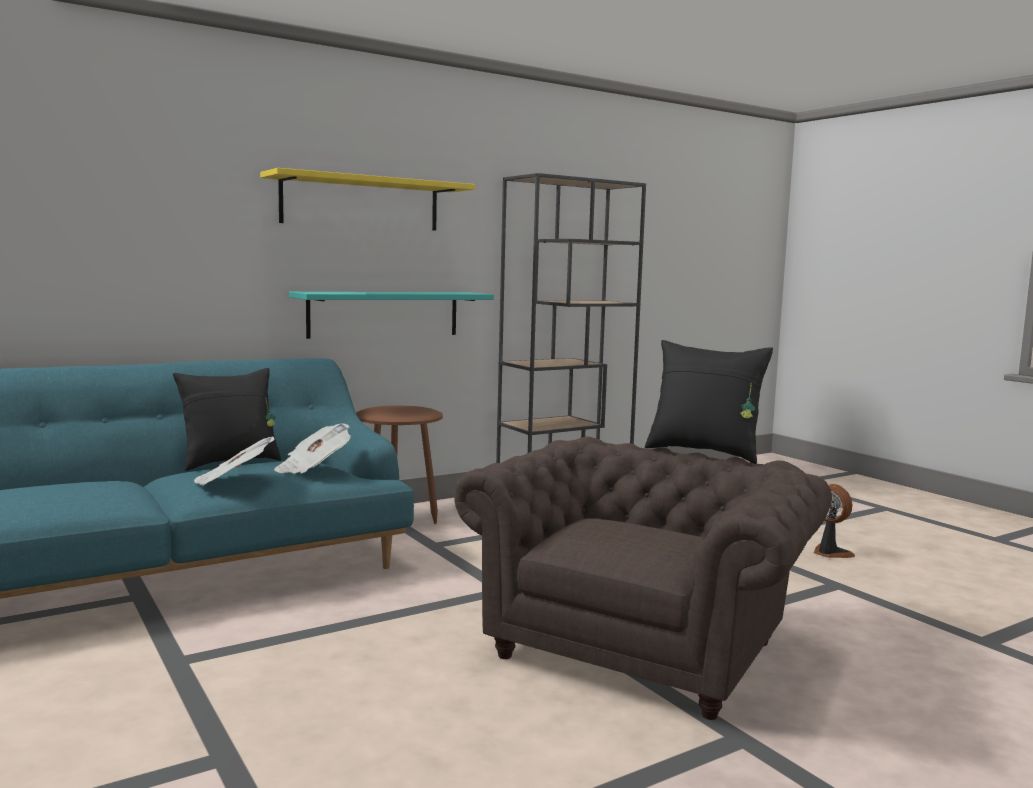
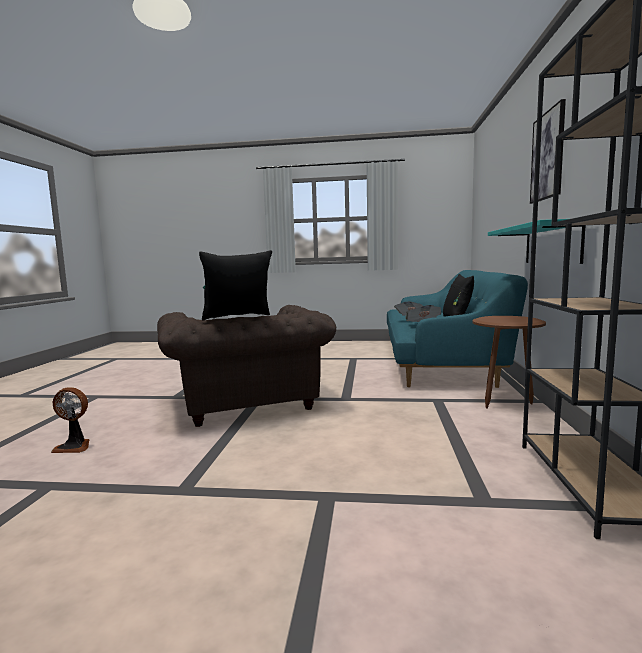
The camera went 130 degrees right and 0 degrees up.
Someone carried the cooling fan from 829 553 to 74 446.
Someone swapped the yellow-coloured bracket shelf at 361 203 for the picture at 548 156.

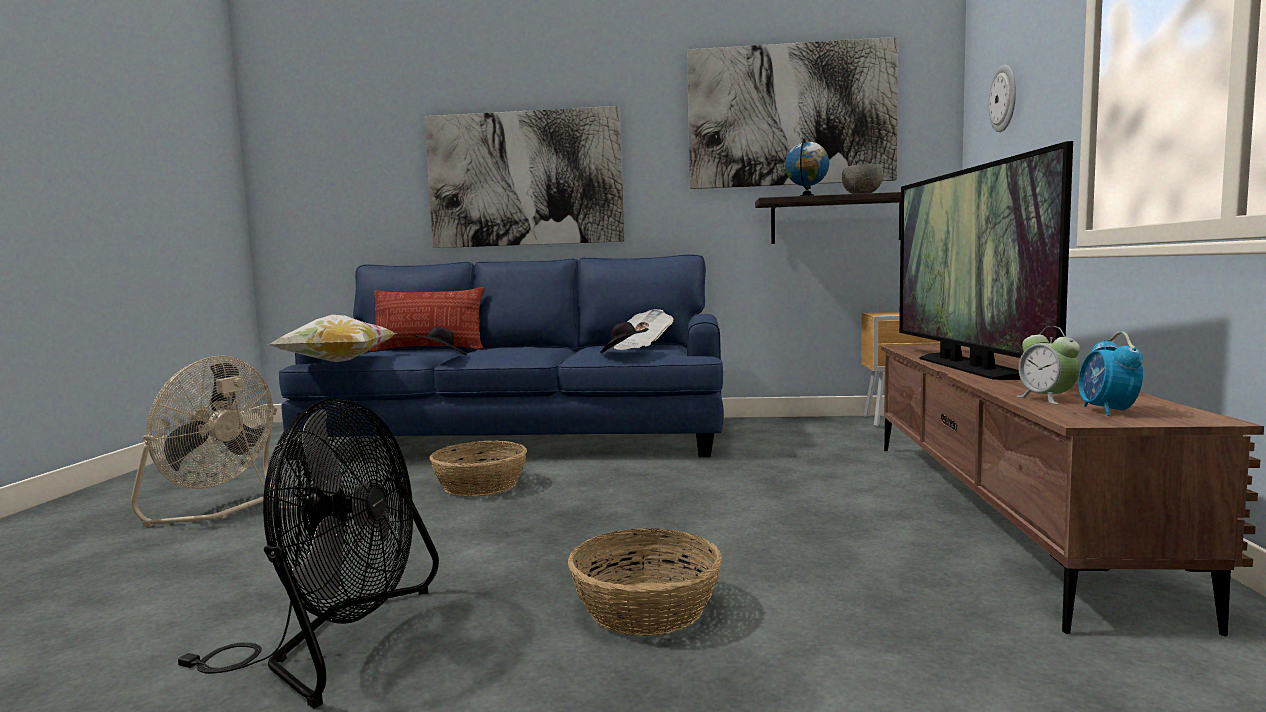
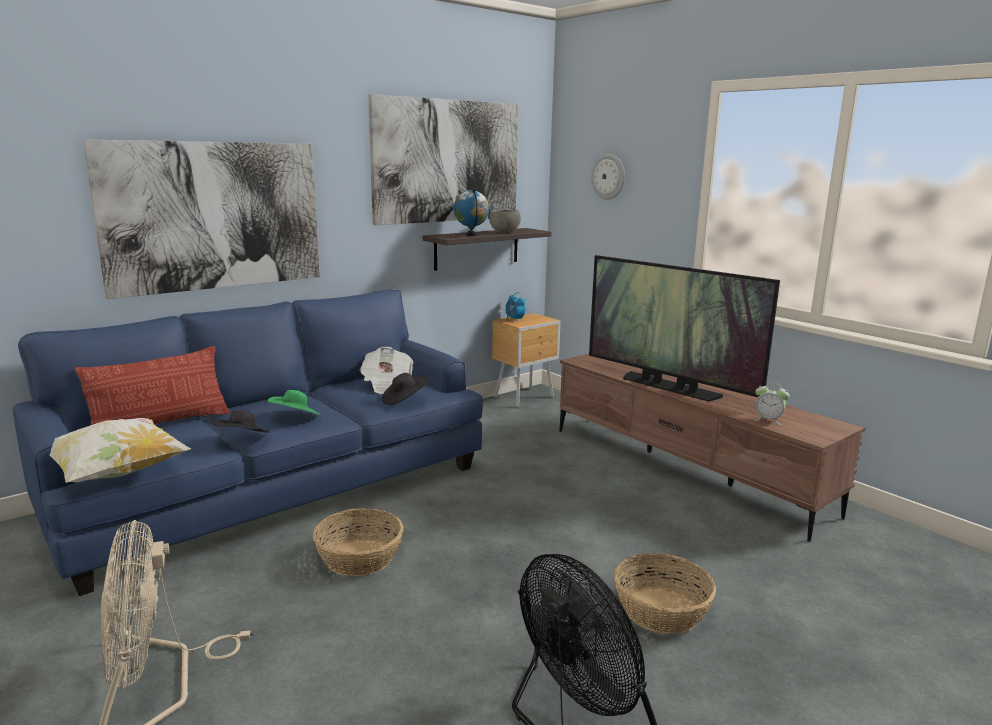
The camera went 45 degrees left and 10 degrees up.
Someone put down the greenish wearable hat at 295 418.
Someone carried the alarm clock from 1107 411 to 515 319.

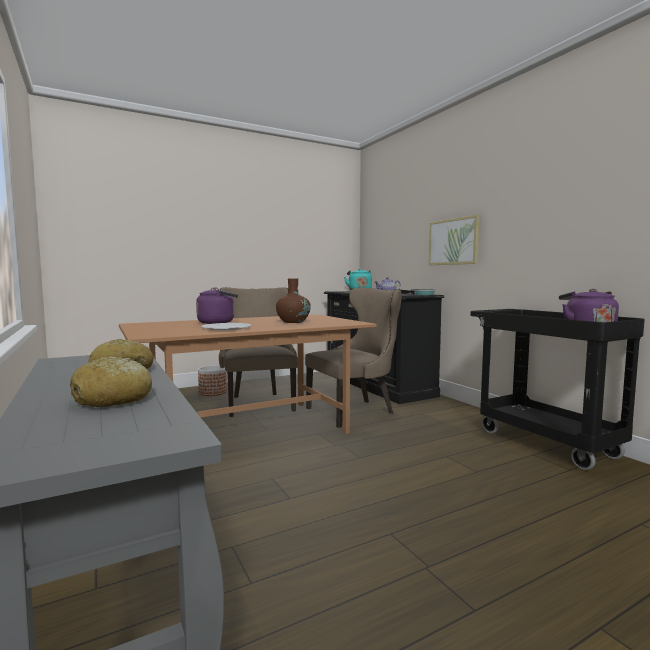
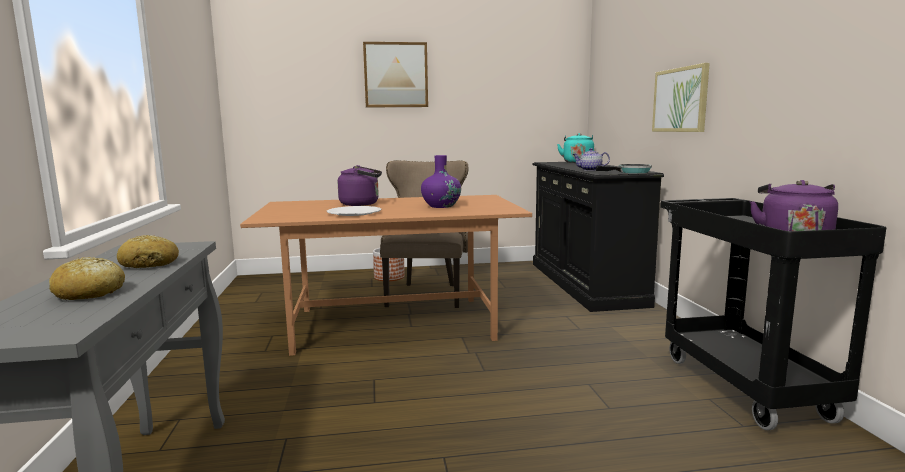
The camera went 20 degrees right and 5 degrees up.
Someone put up the picture at 396 75.
Someone repainted the brown-coloured vase at 293 322, which became the purplish vase at 441 206.
Someone took away the beige-coloured plain chair at 354 411.

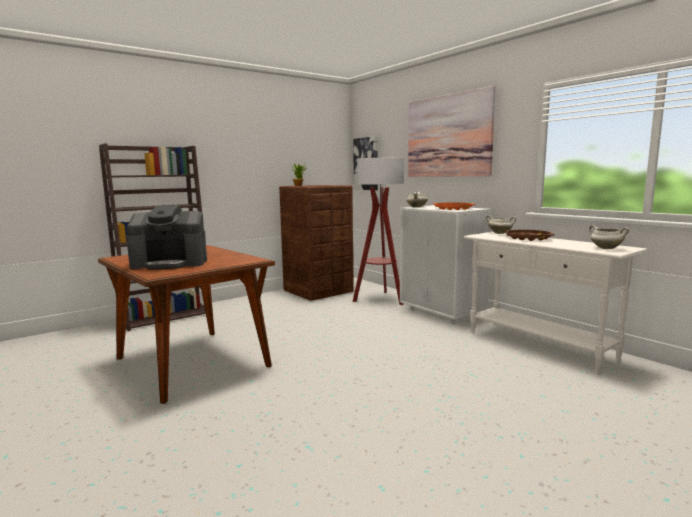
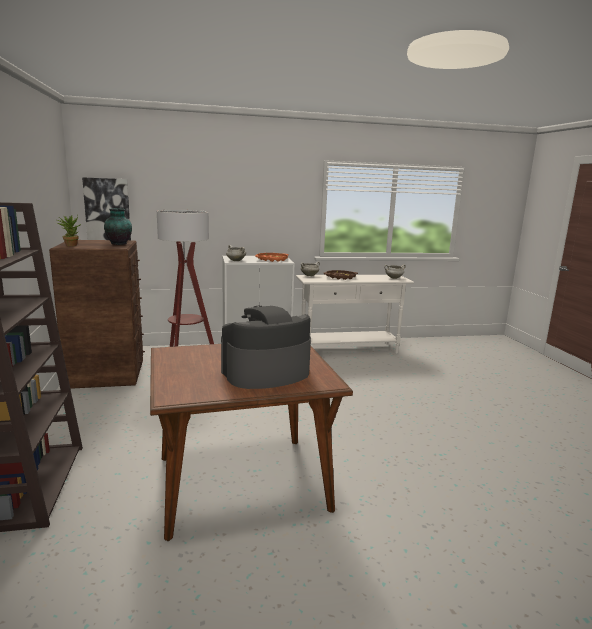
The camera went 65 degrees left and 5 degrees up.
Someone put down the vase at 119 244.
Someone rotated the coffee maker at 170 263 by 135 degrees counterclockwise.
Someone took away the picture at 448 136.

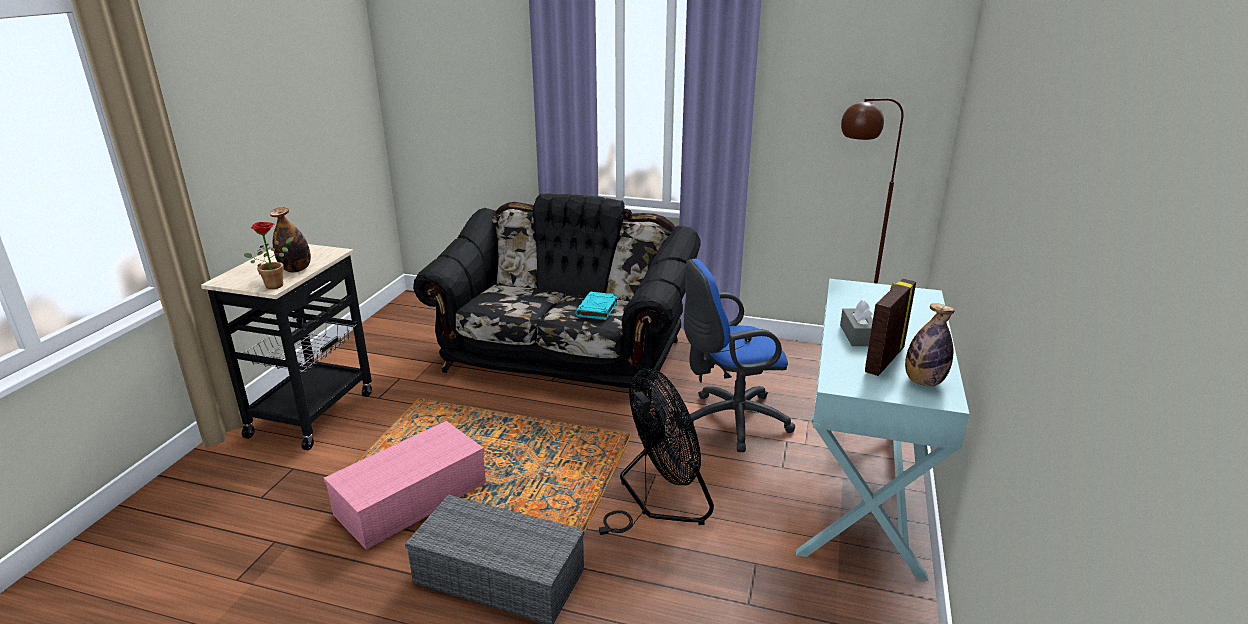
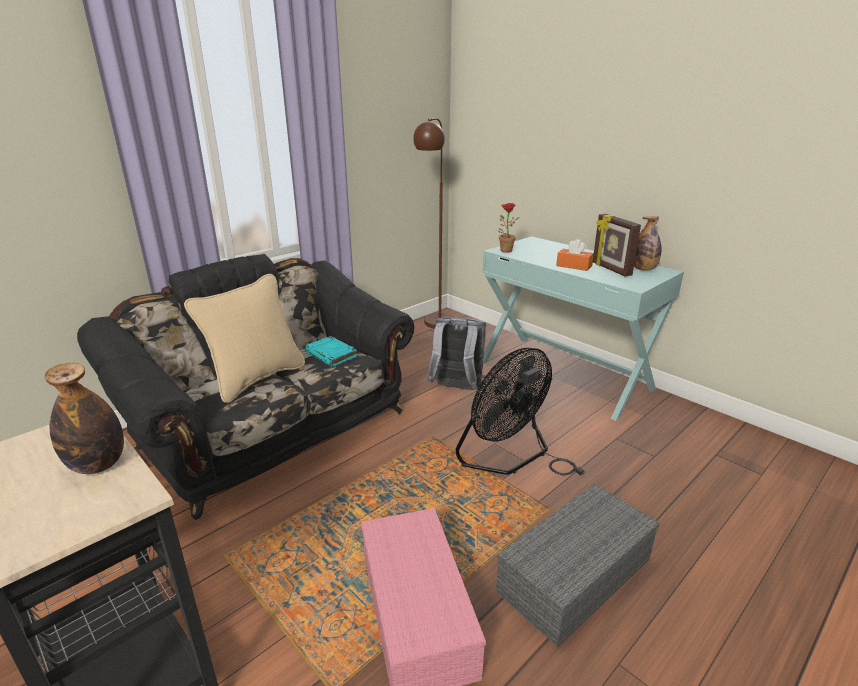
The camera went 60 degrees left and 0 degrees up.
Someone put down the beige-coloured pillow at 256 378.
Someone swapped the bluish desk chair at 729 421 for the grey knapsack at 456 389.
Someone rotated the black cooling fan at 652 495 by 45 degrees counterclockwise.
Someone carried the plant in a pot from 277 284 to 504 250.
Someone repainted the grey tissue holder at 857 335, which became the orange tissue holder at 574 266.

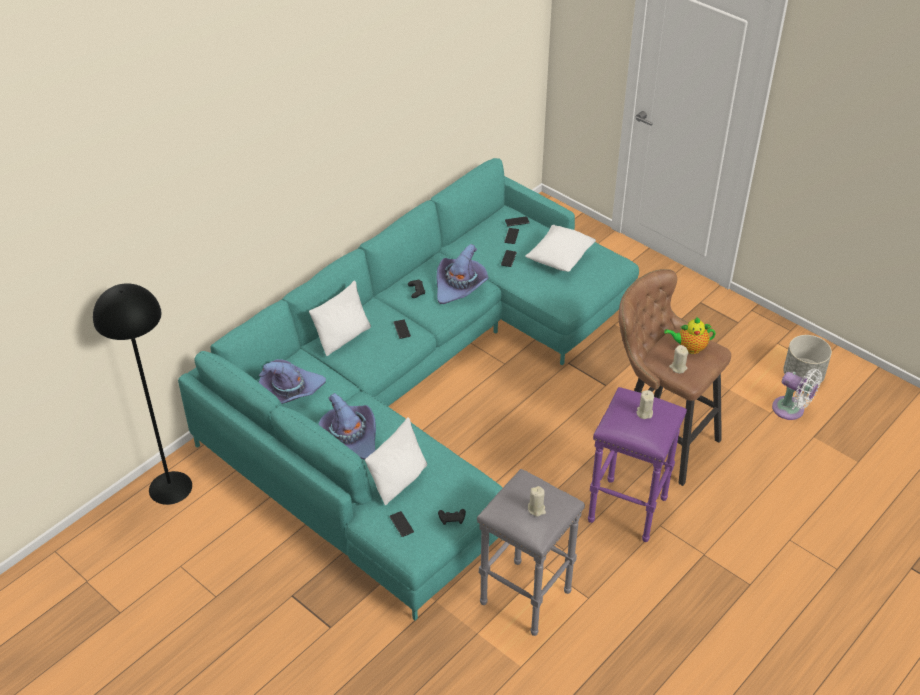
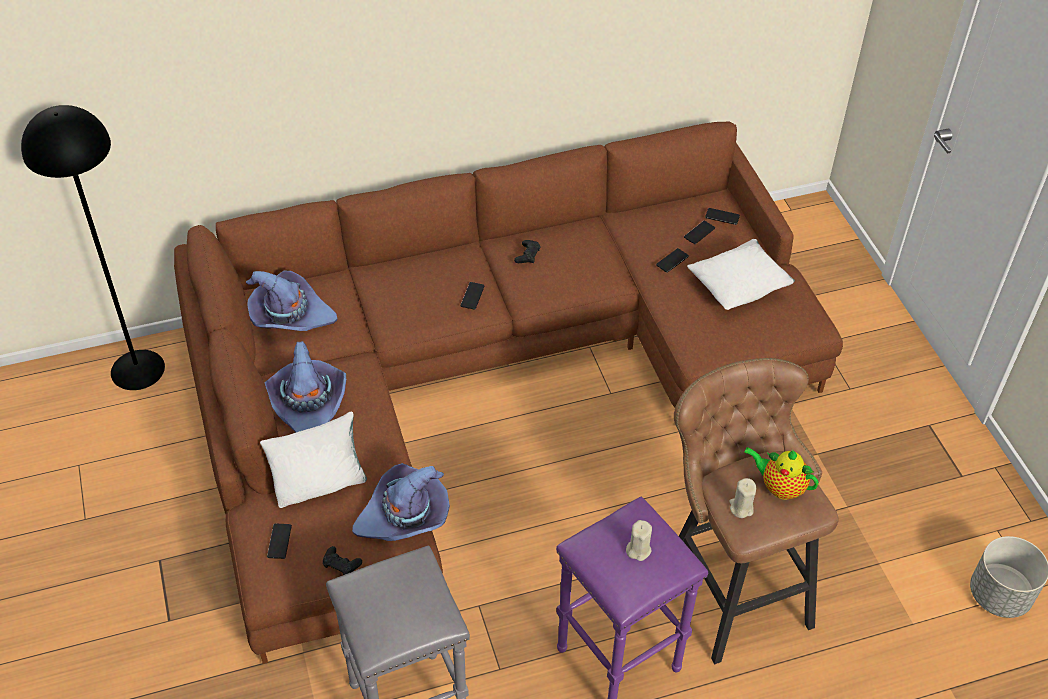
The camera went 30 degrees right and 5 degrees up.
Someone repainted the turquoise-coloured couch at 416 392, which became the brown-coloured couch at 479 382.
Someone carried the purplish wearable hat from 460 285 to 405 516.
Someone took away the white pillow at 343 337.
Someone took away the beige-coloured wax candle at 536 509.
Someone took away the white cooling fan at 791 410.

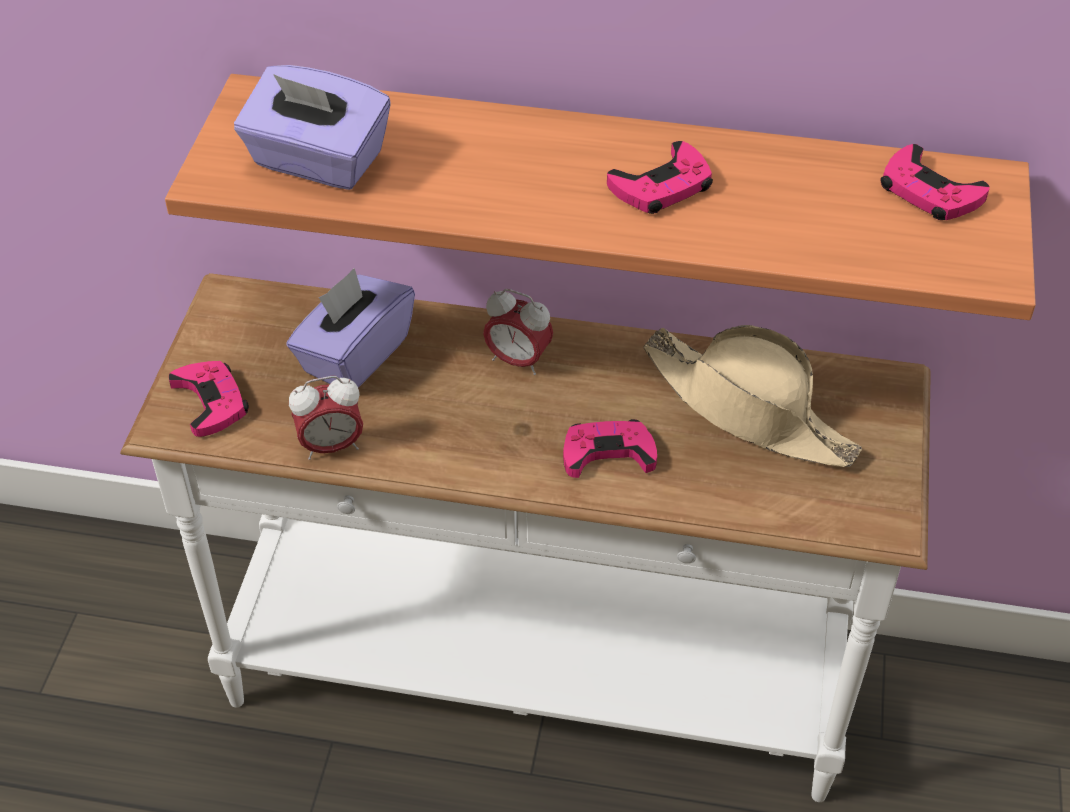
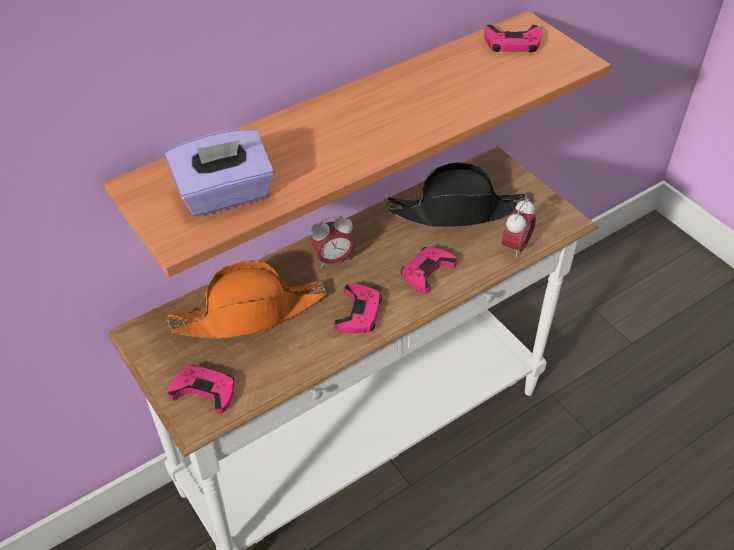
The camera went 45 degrees left and 0 degrees up.
Someone swapped the purplish tissue holder at 354 355 for the orange wearable hat at 250 313.
Someone carried the pink-coloured gamepad from 662 186 to 359 313.
Someone repainted the beige-coloured wearable hat at 749 409, which became the black wearable hat at 458 211.
Someone carried the alarm clock from 331 446 to 515 247.

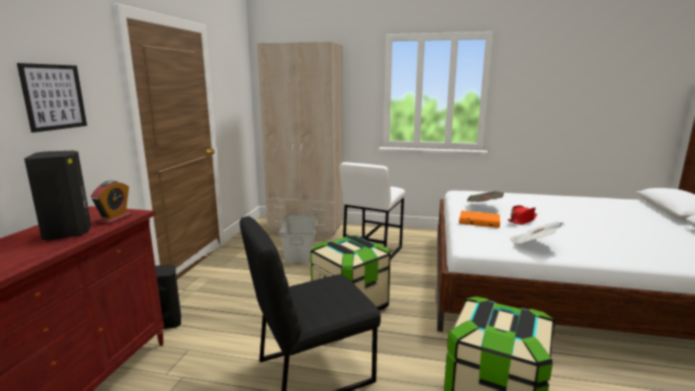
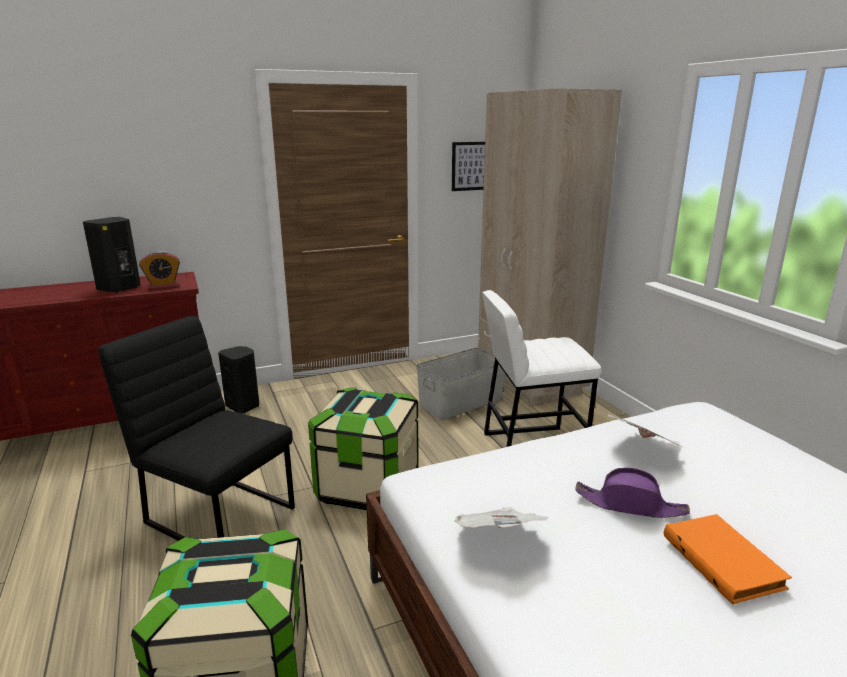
The camera went 55 degrees right and 5 degrees up.
Someone carried the picture from 54 97 to 472 166.
Someone repainted the red wearable hat at 522 220, which became the purplish wearable hat at 630 505.
Someone carried the orange book from 479 221 to 724 562.

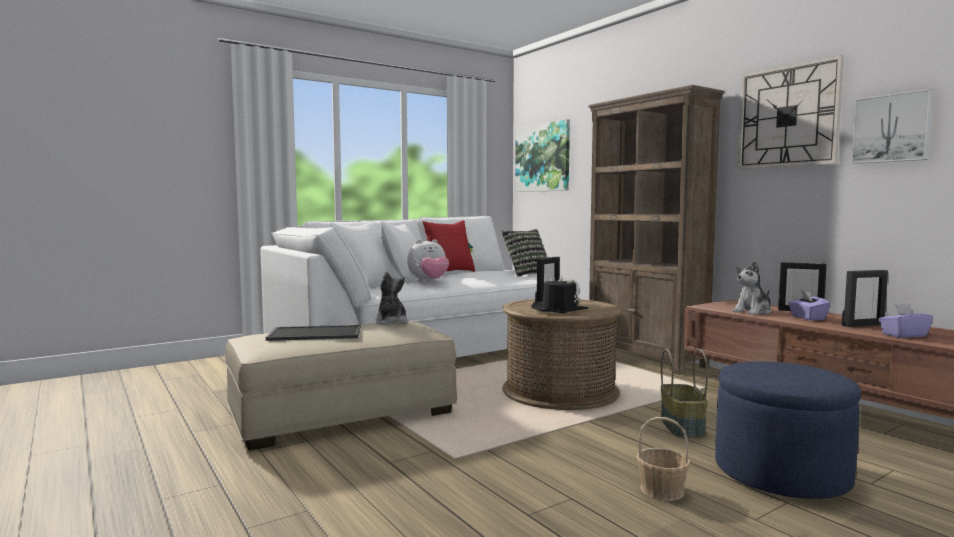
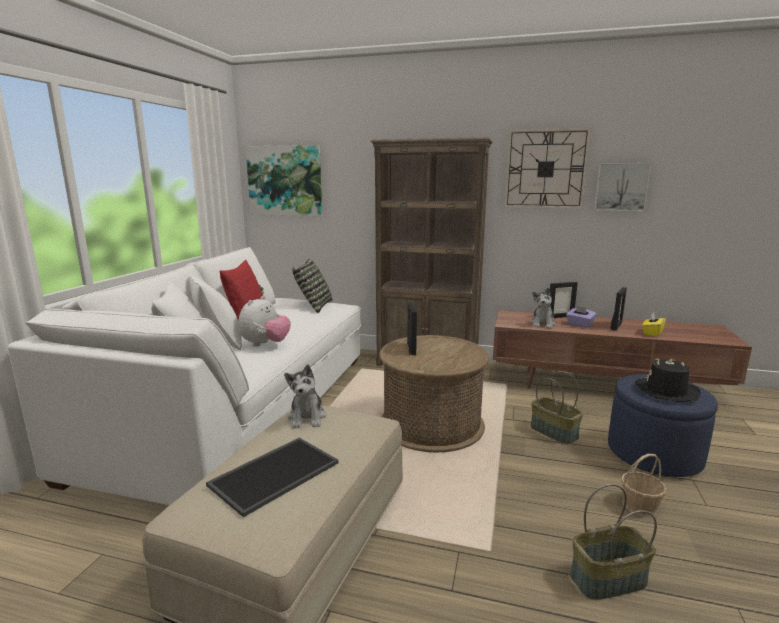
The camera went 40 degrees left and 10 degrees up.
Someone rotated the plush toy at 391 322 by 120 degrees counterclockwise.
Someone put down the household basket at 608 580.
Someone carried the black wearable hat from 559 310 to 666 391.
Someone repainted the purplish tissue holder at 903 335, which became the yellow-coloured tissue holder at 652 333.

